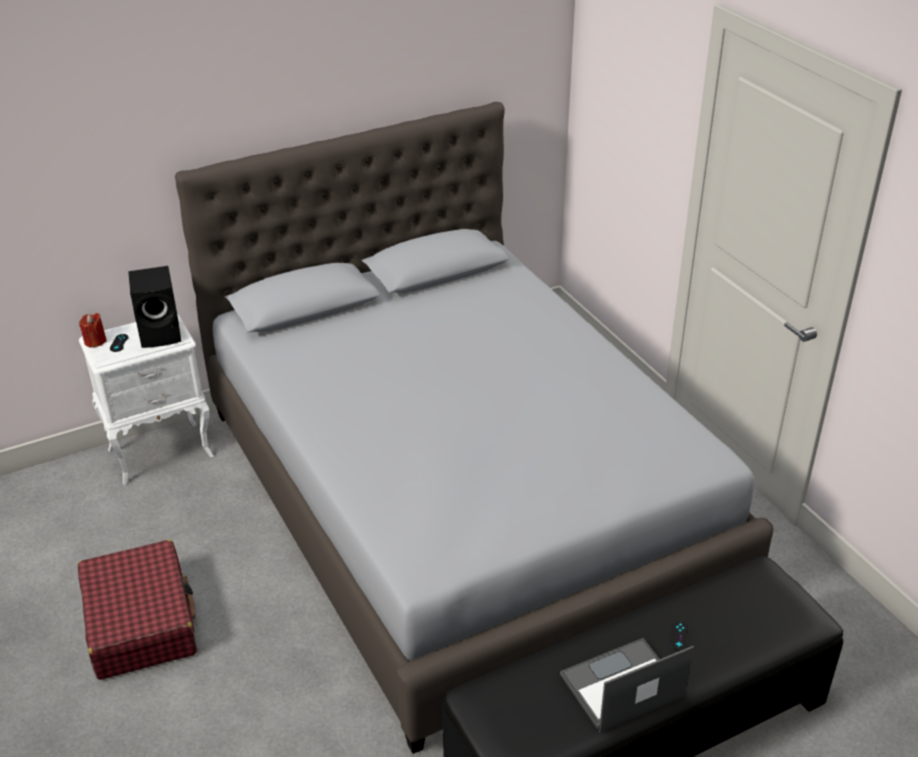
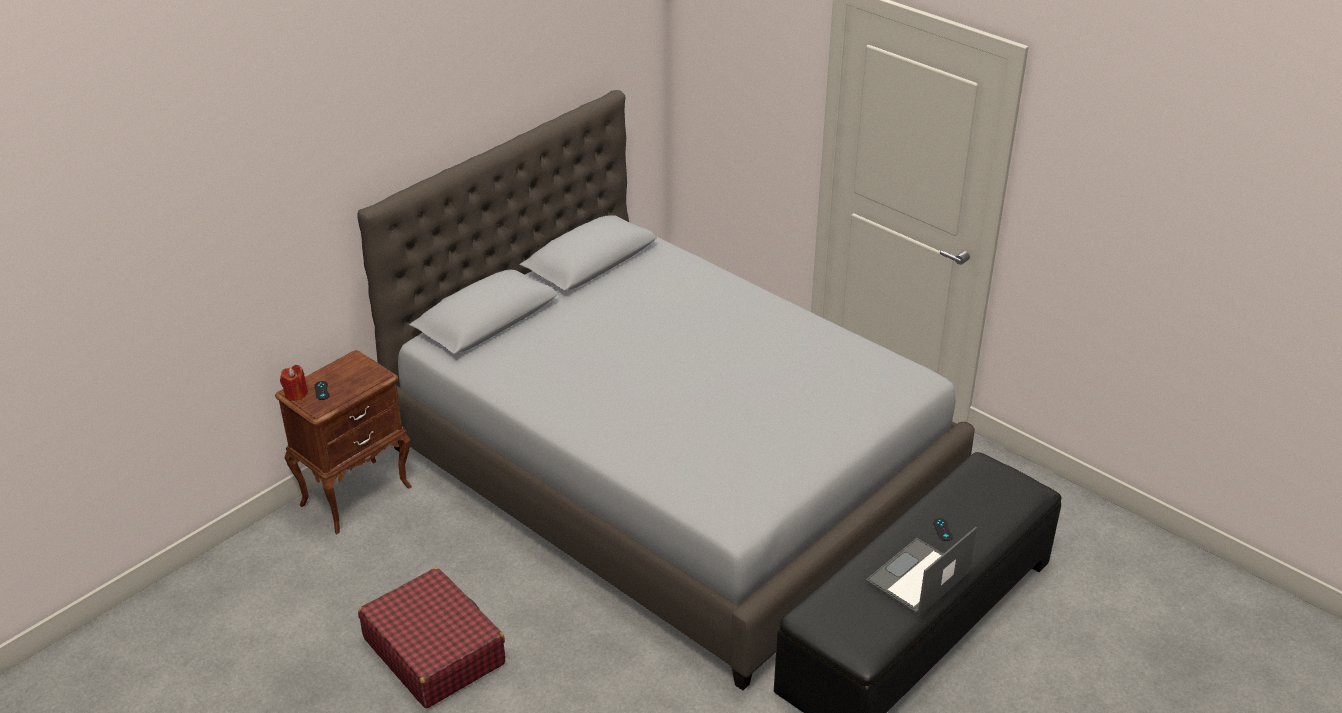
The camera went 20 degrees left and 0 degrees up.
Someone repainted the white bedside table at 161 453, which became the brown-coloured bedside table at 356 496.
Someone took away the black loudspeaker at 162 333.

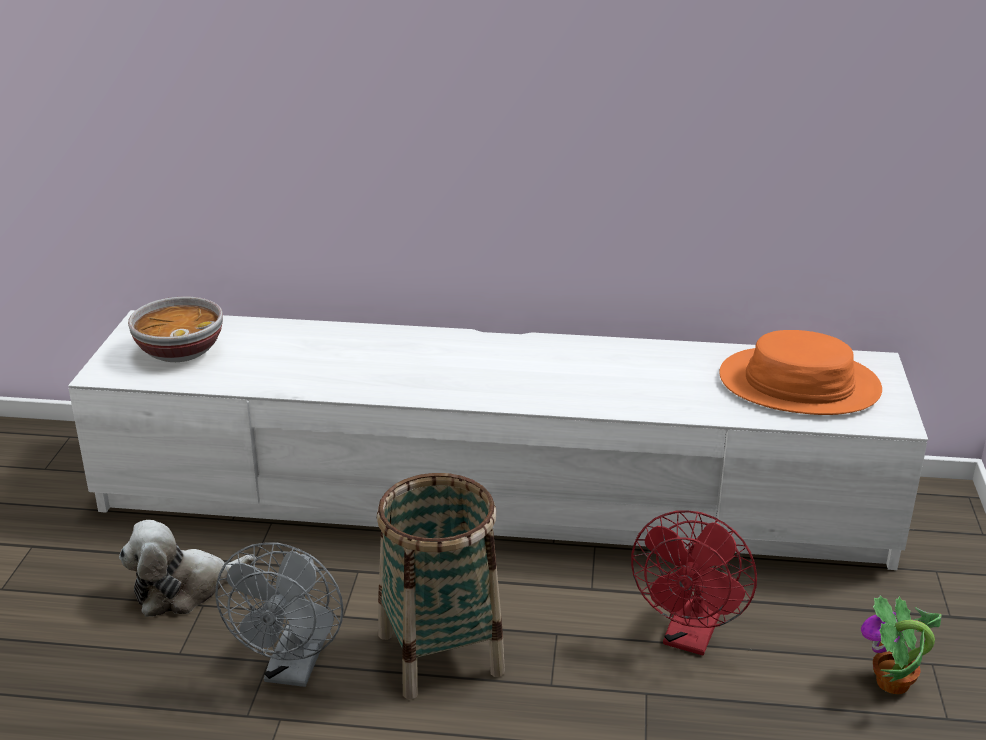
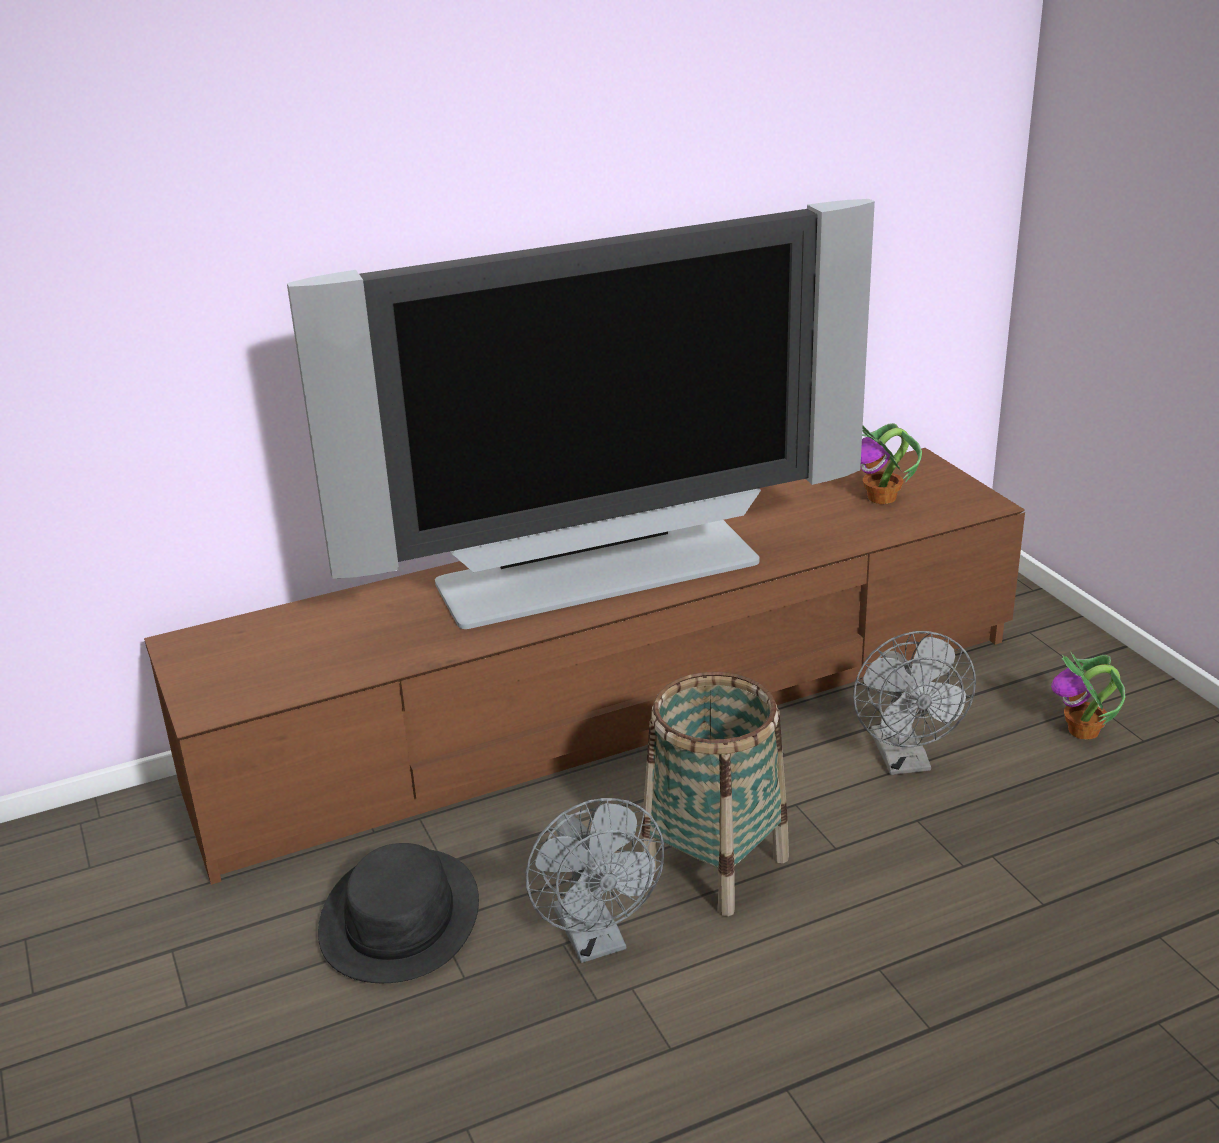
The camera went 30 degrees left and 0 degrees up.
Someone repainted the white tv unit at 493 498, which became the brown-coloured tv unit at 614 710.
Someone put down the TV set at 601 575.
Someone swapped the plush toy at 185 589 for the black wearable hat at 400 918.
Someone repainted the red cooling fan at 690 637, which became the grey cooling fan at 905 760.
Someone swapped the orange wearable hat at 799 385 for the plant in a pot at 882 498.
Someone took away the bowl at 179 351.

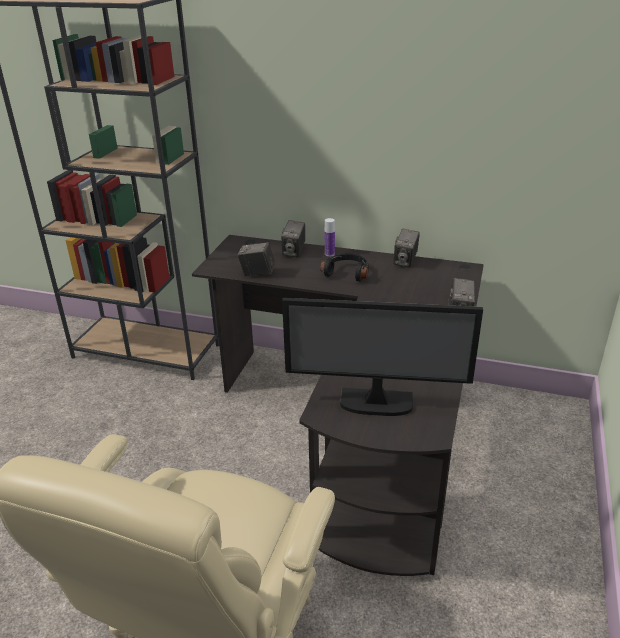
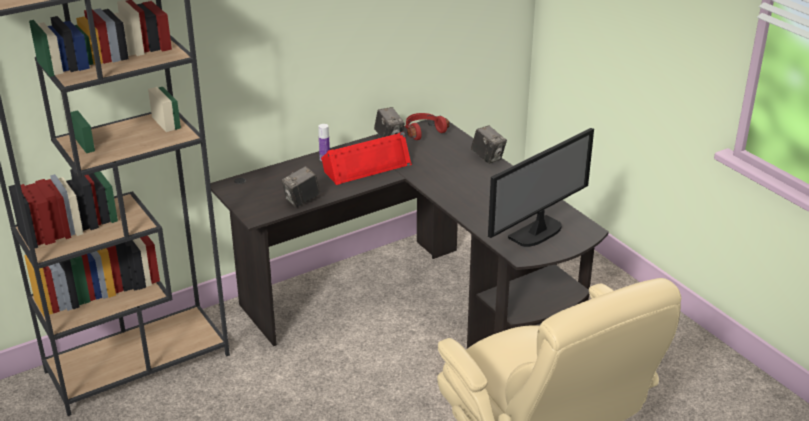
The camera went 50 degrees left and 0 degrees up.
Someone swapped the black headphones at 347 273 for the red loudspeaker at 366 166.
Someone put down the red headphones at 423 131.
Someone took away the photo camera at 294 252.

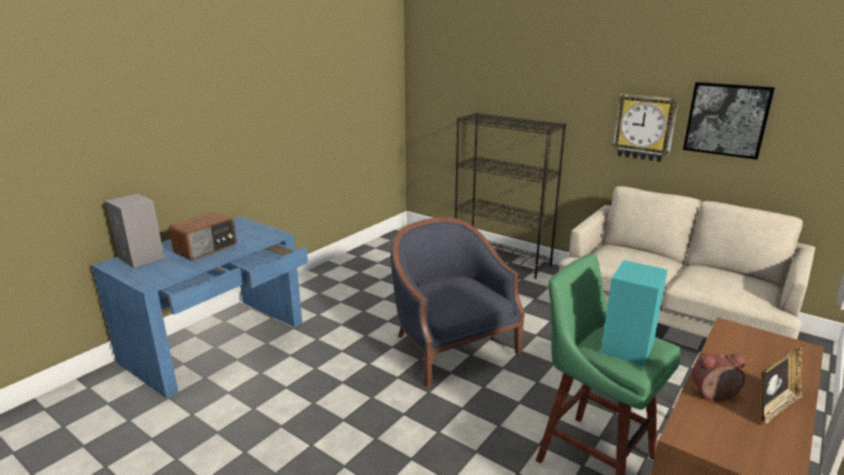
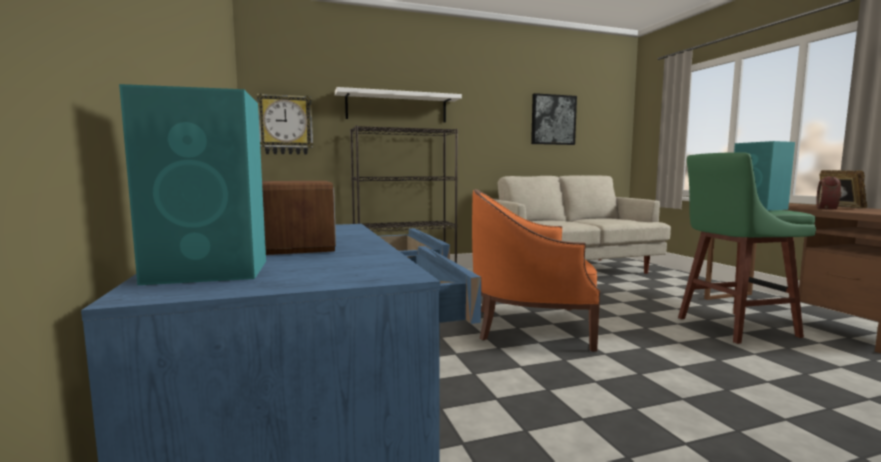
The camera went 55 degrees left and 15 degrees down.
Someone repainted the grey loudspeaker at 142 258, which became the turquoise-coloured loudspeaker at 212 271.
Someone carried the wall clock from 644 127 to 285 125.
Someone put up the white bracket shelf at 397 107.
Someone repainted the bluish easy chair at 451 347, which became the orange easy chair at 530 326.

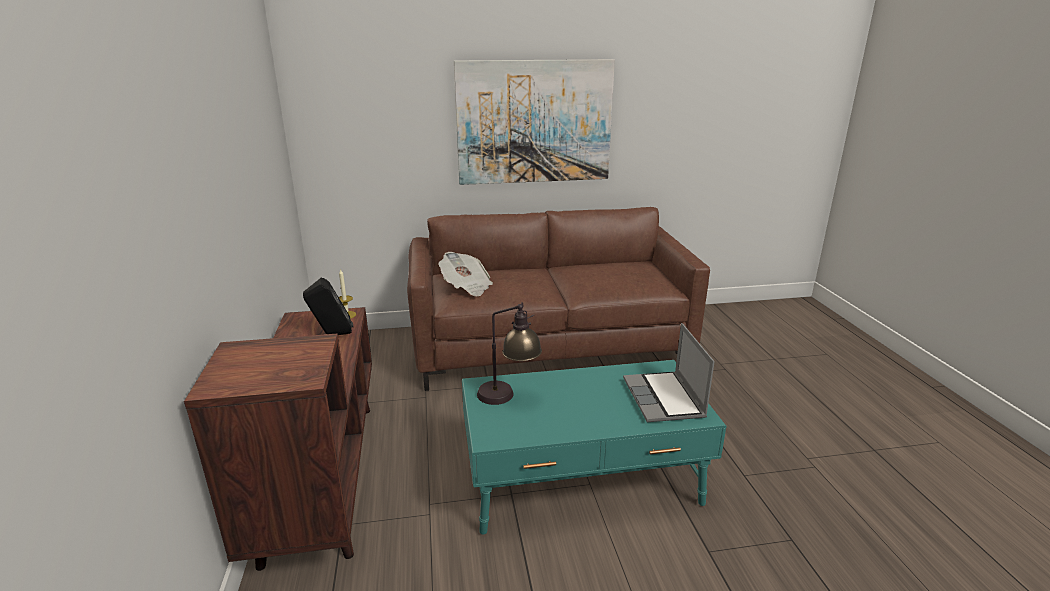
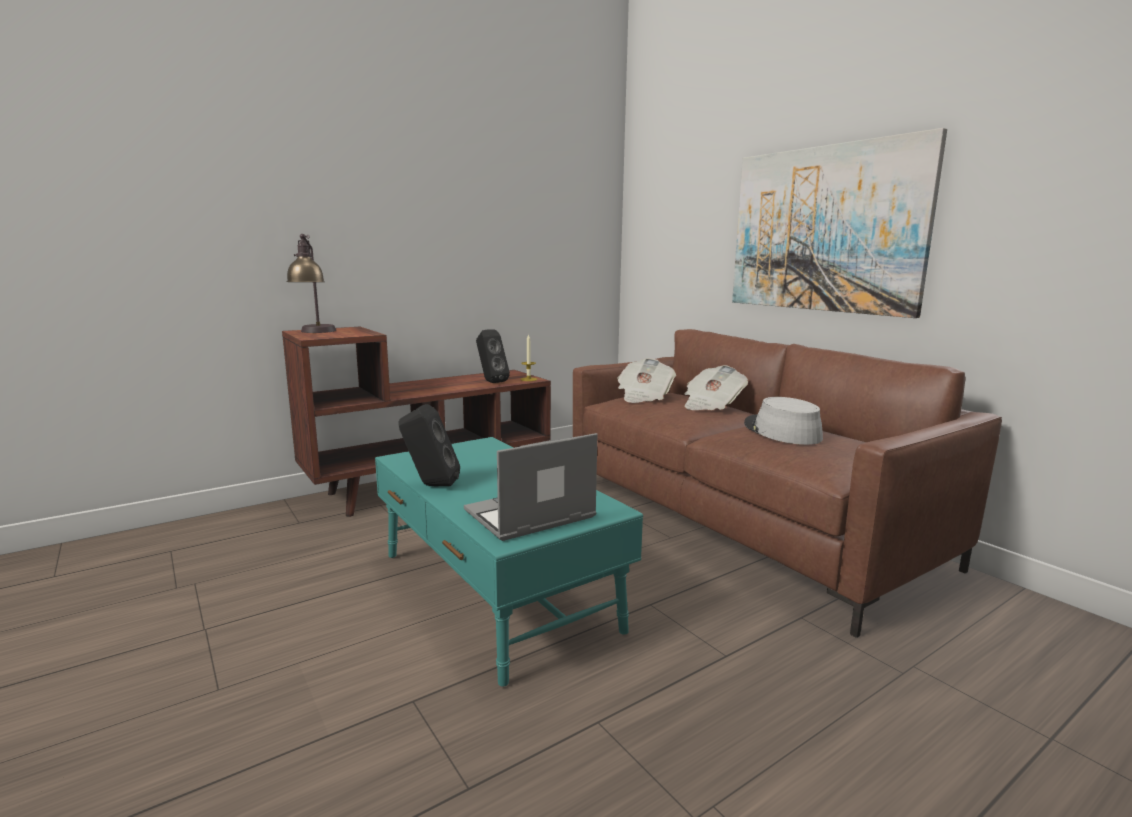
The camera went 65 degrees right and 10 degrees down.
Someone carried the lamp for a table from 508 397 to 315 332.
Someone put down the black loudspeaker at 430 485.
Someone put down the printed paper at 711 405.
Someone put down the grey wearable hat at 781 431.

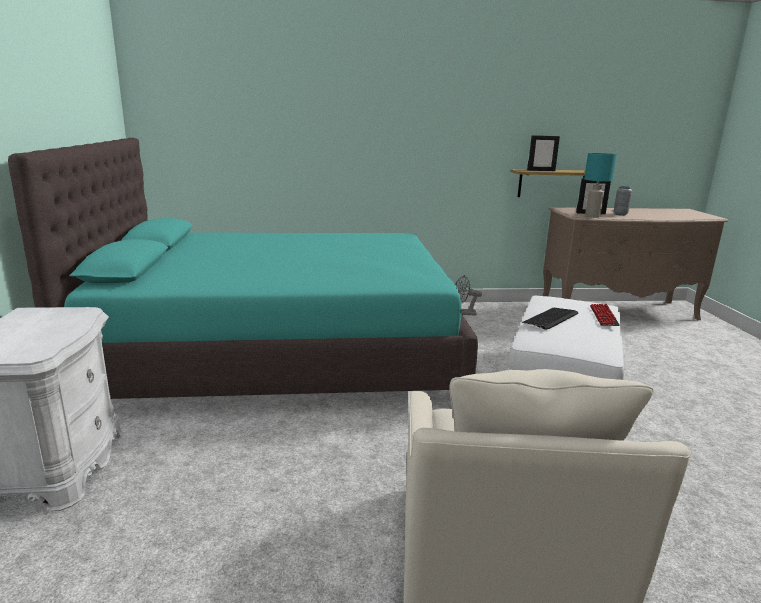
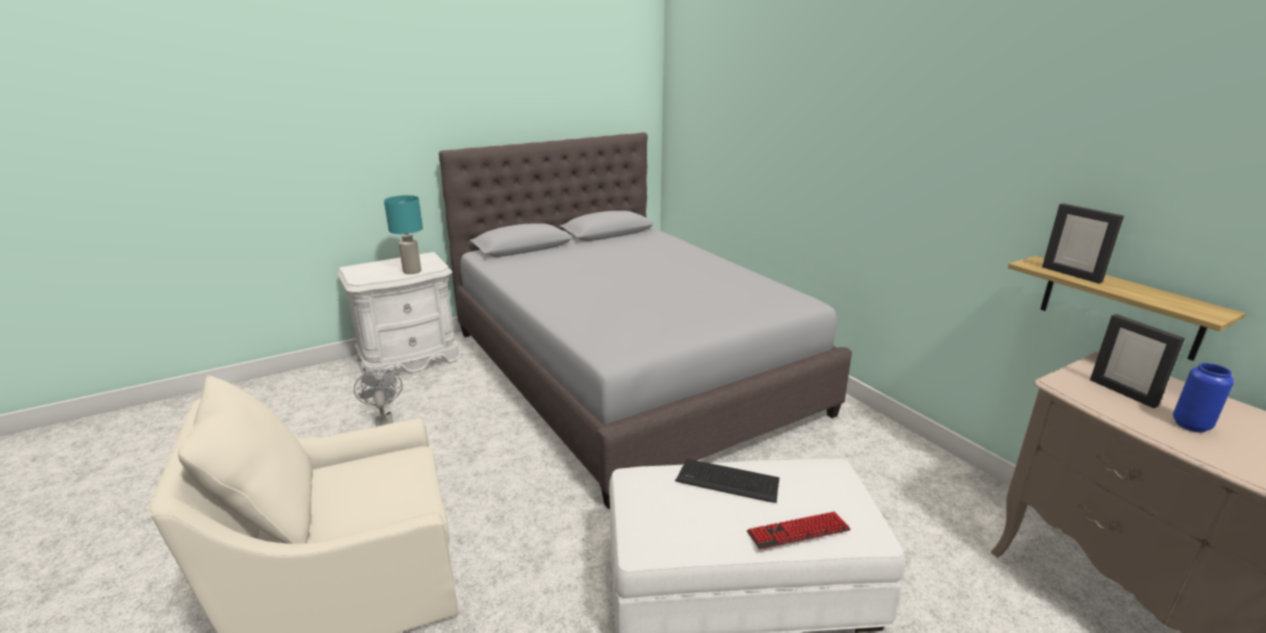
The camera went 65 degrees right and 5 degrees up.
Someone carried the grey cooling fan from 463 313 to 383 421.
Someone carried the turquoise-coloured lamp for a table from 593 216 to 412 271.
Someone repainted the turquoise-coloured sleeping bed at 280 352, which became the grey sleeping bed at 628 370.
Someone repainted the grey vase at 620 214, which became the bluish vase at 1191 425.

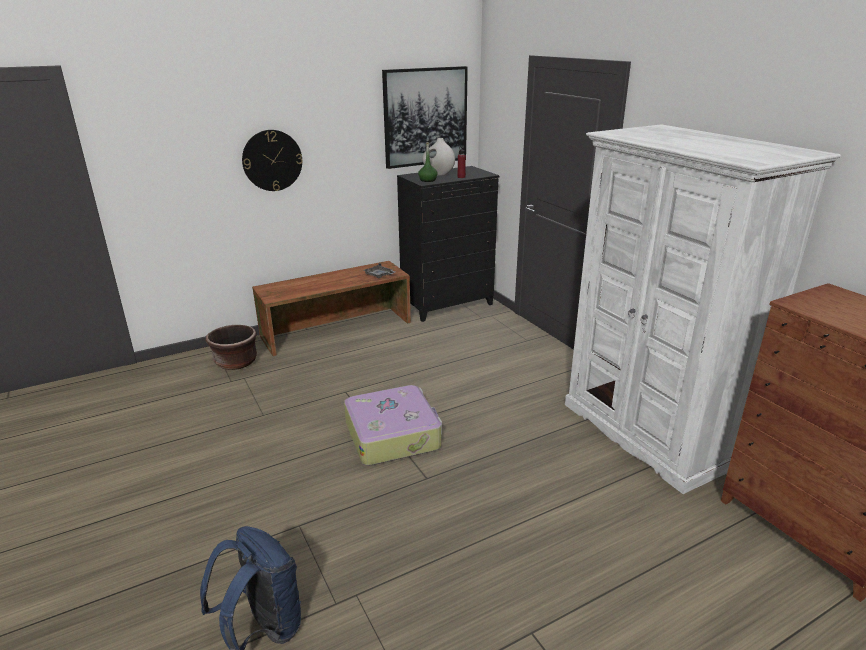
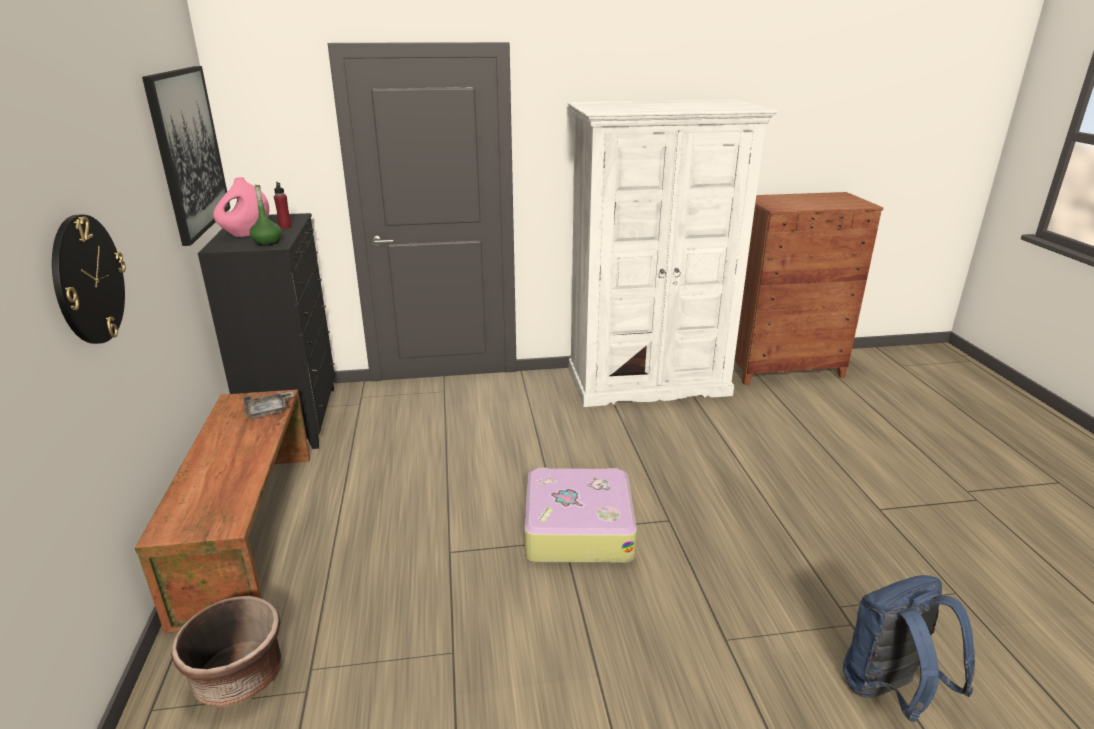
The camera went 70 degrees left and 0 degrees up.
Someone repainted the white vase at 438 174, which became the pink-coloured vase at 246 234.

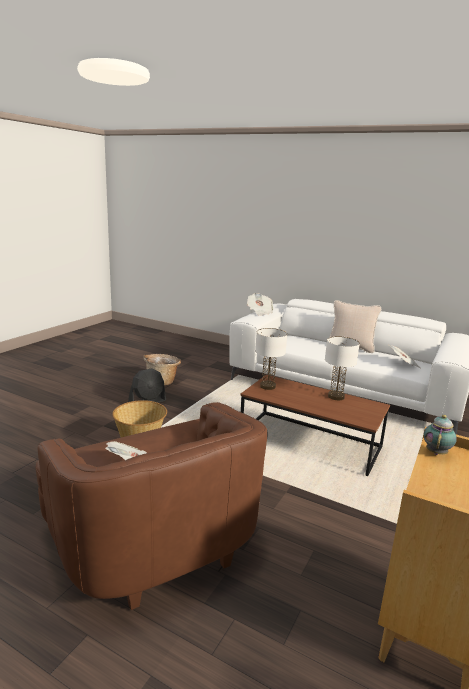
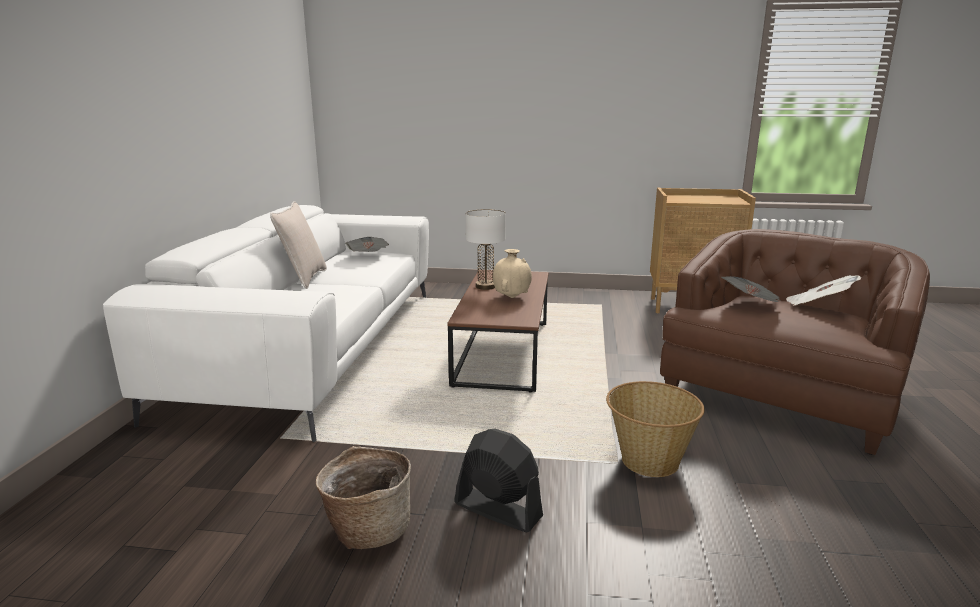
The camera went 110 degrees left and 0 degrees up.
Someone put down the beige-coloured vase at 511 297.
Someone carried the printed paper from 259 312 to 751 305.
Someone took away the lamp for a table at 267 386.
Someone took away the pot for tea at 436 452.

